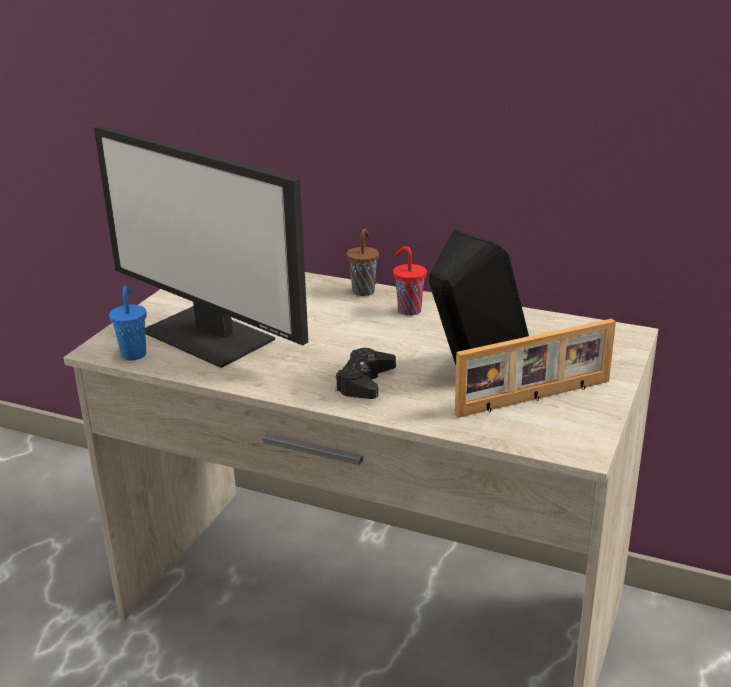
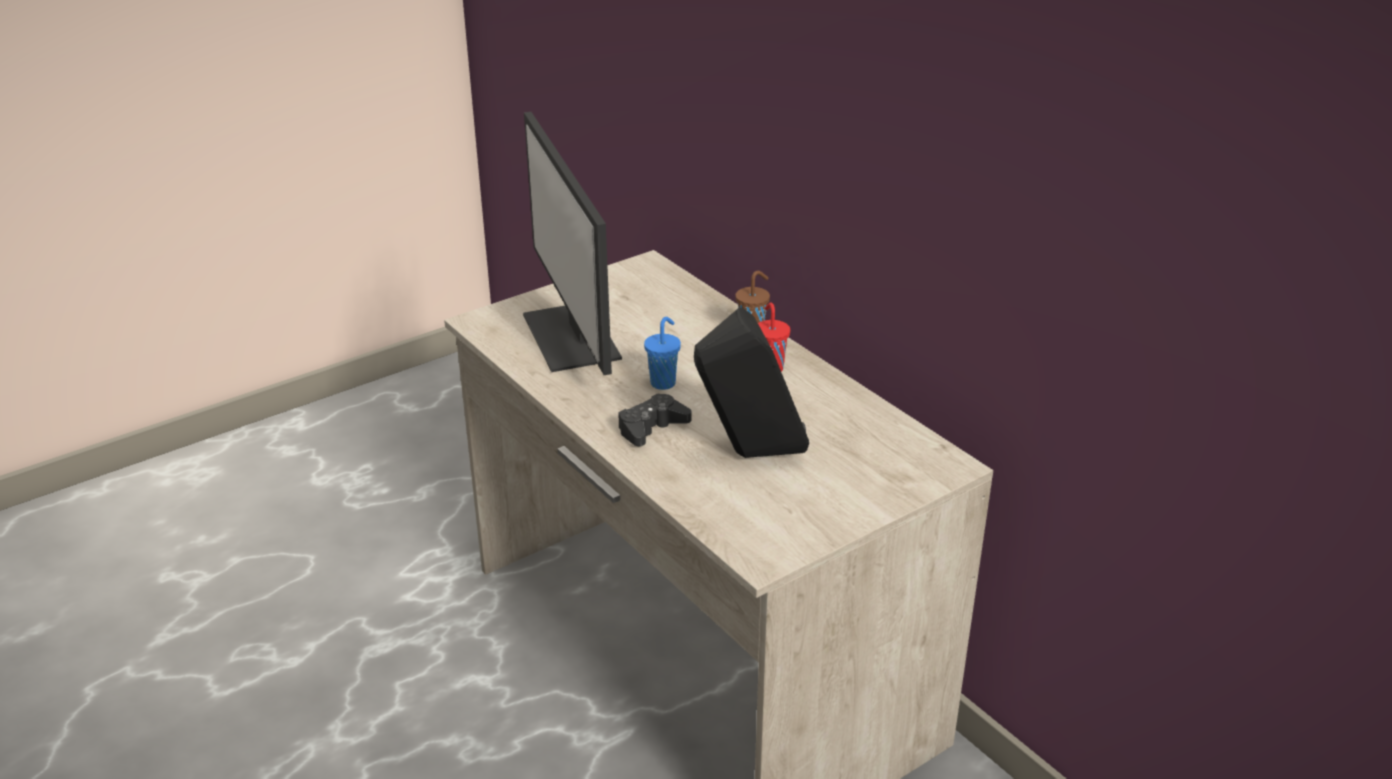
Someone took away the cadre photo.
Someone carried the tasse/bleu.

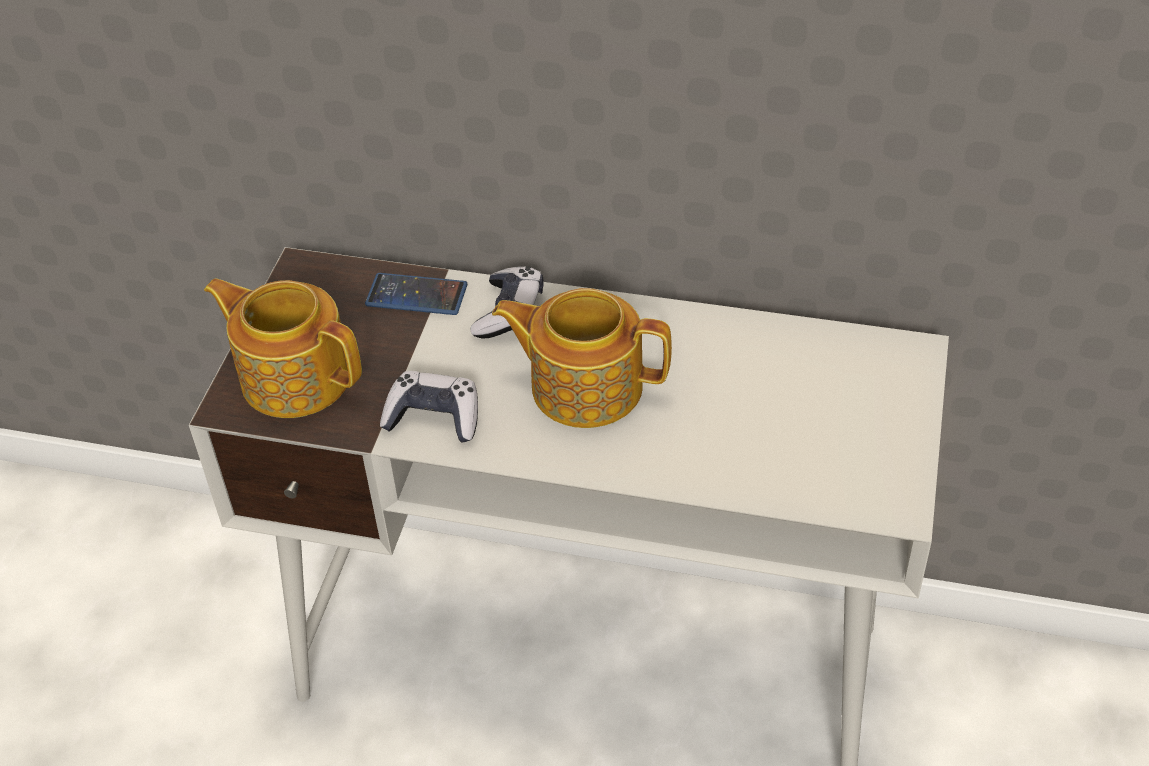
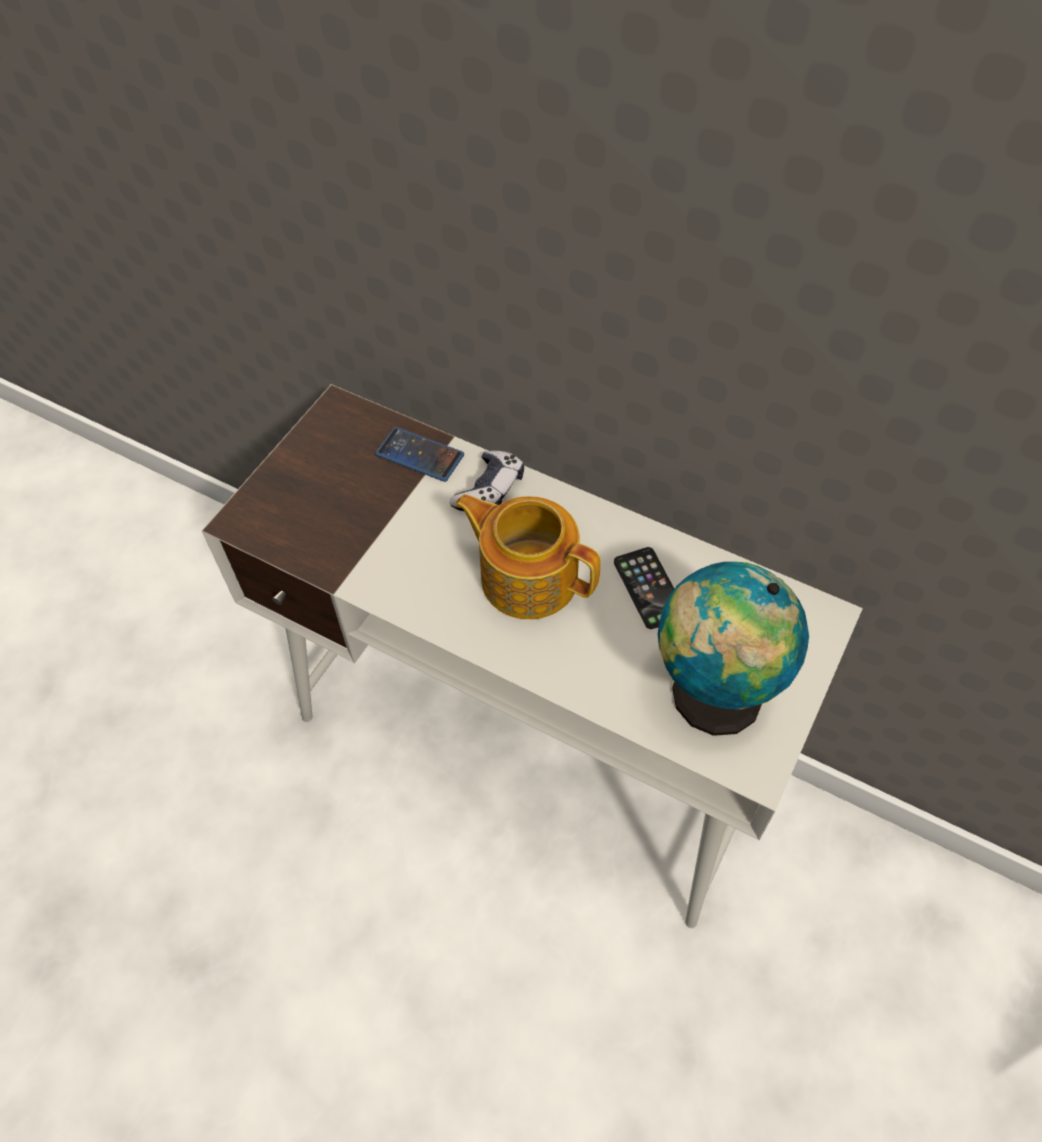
Someone took away the théière (1st from left).
Someone took away the manette (1st from left).
Someone put down the téléphone (2nd from left).
Someone put down the globe.

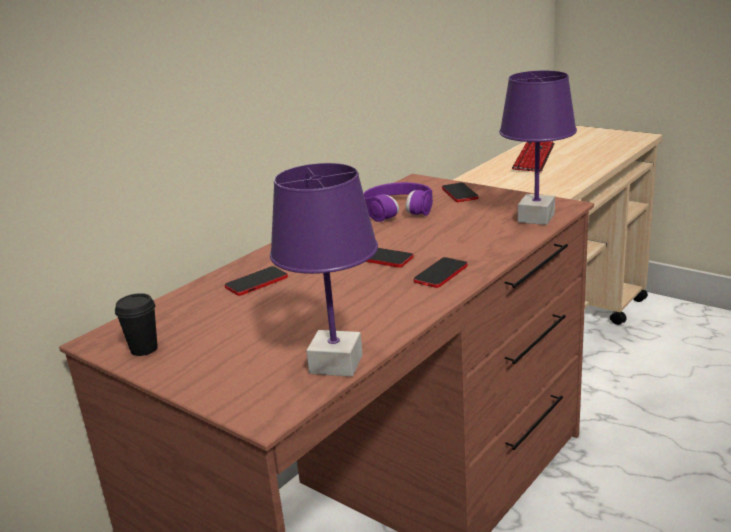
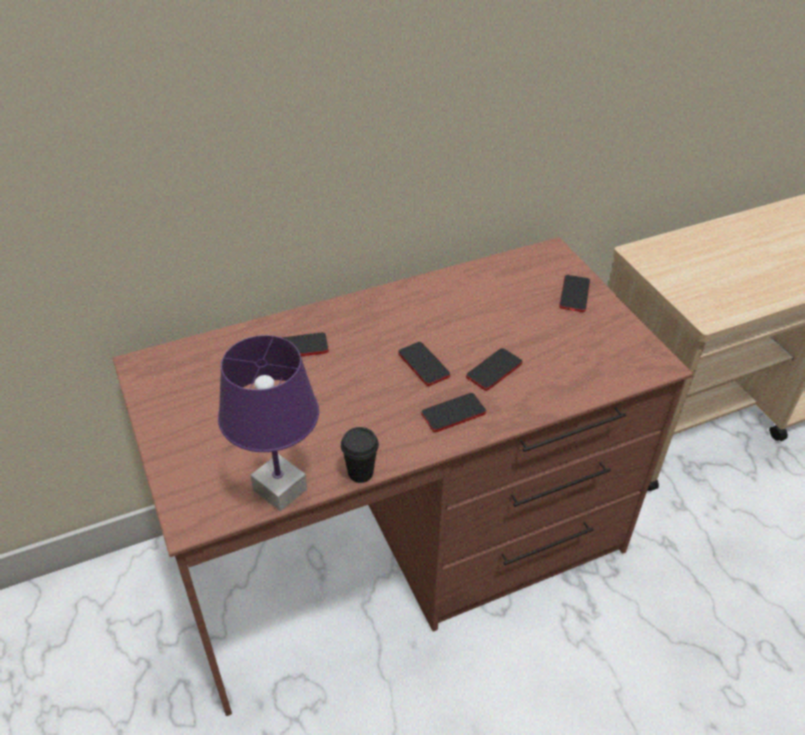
Someone took away the casque audio/violet.
Someone took away the lampe de table/violet (2nd from left).
Someone took away the clavier.
Someone put down the téléphone (4th from left).
Someone carried the tasse/noir.

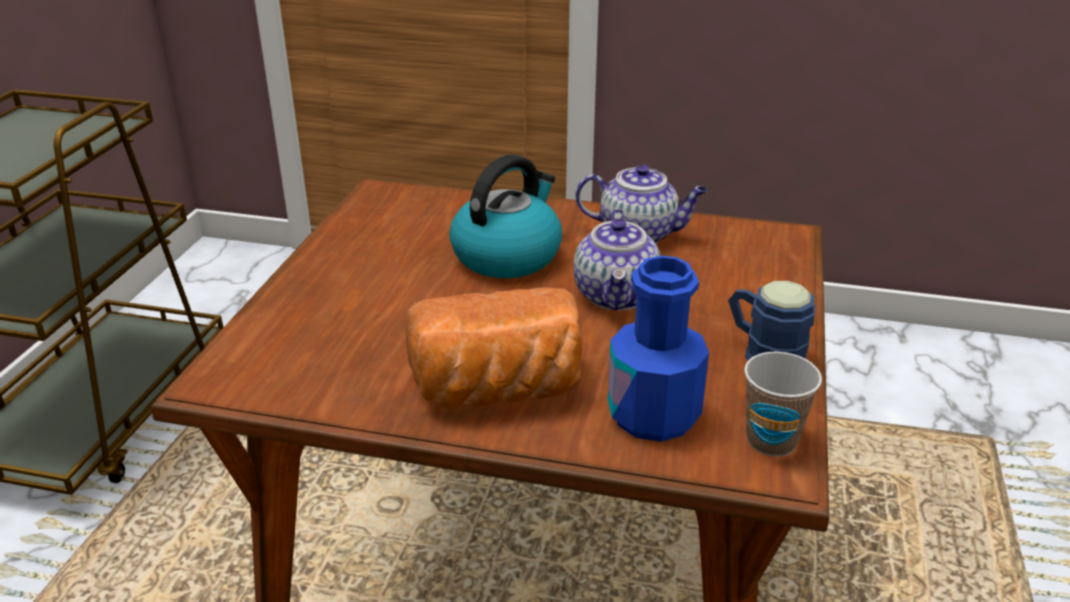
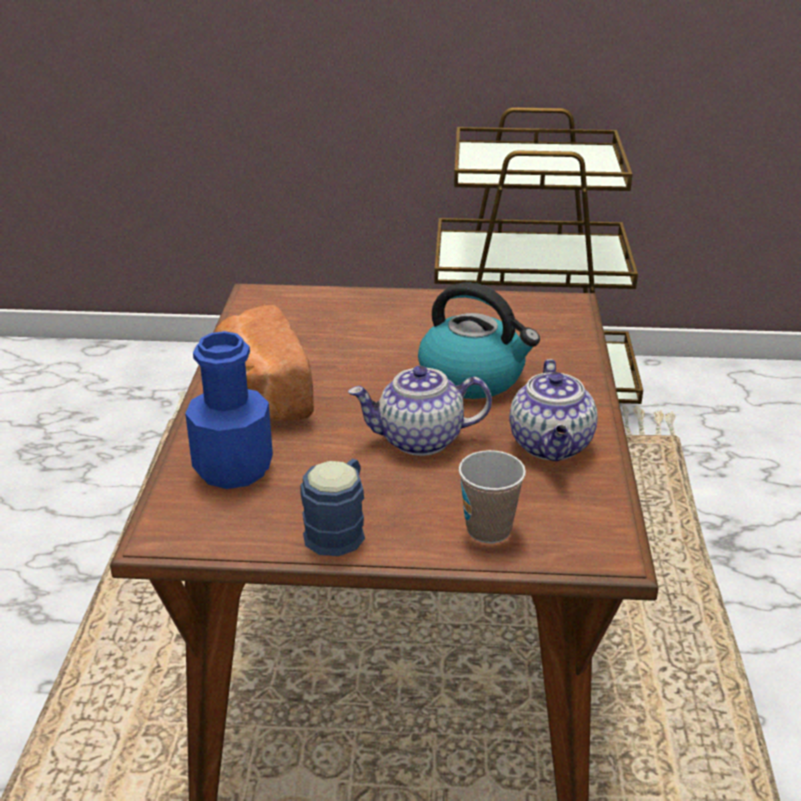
Someone carried the tasse.

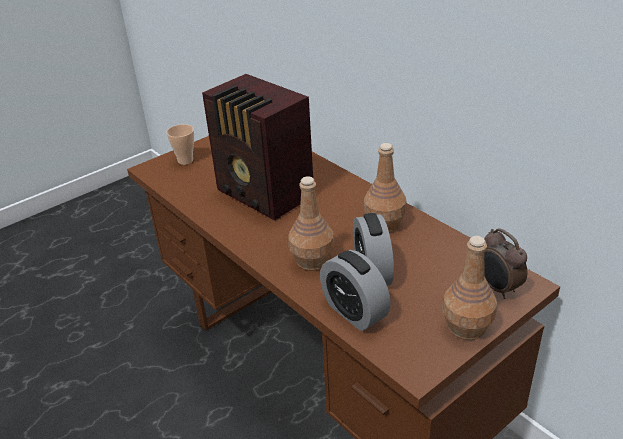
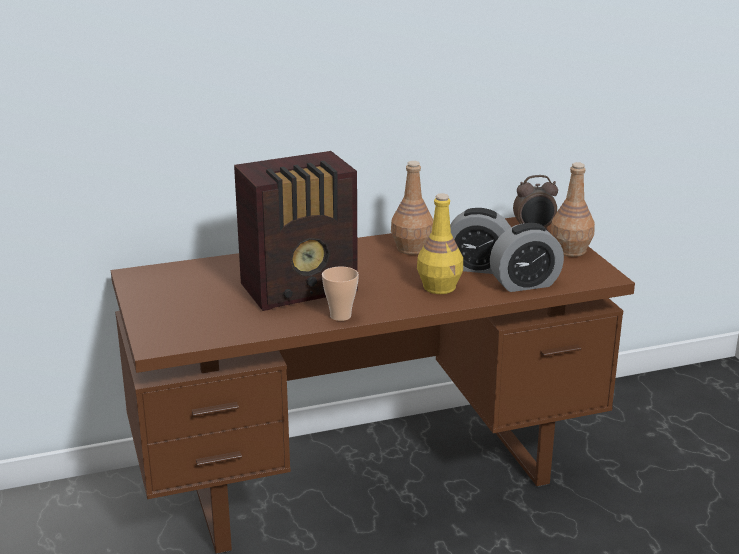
Someone carried the tasse.
Someone repainted the bouteille/marron (1st from left), which became the bouteille/jaune.

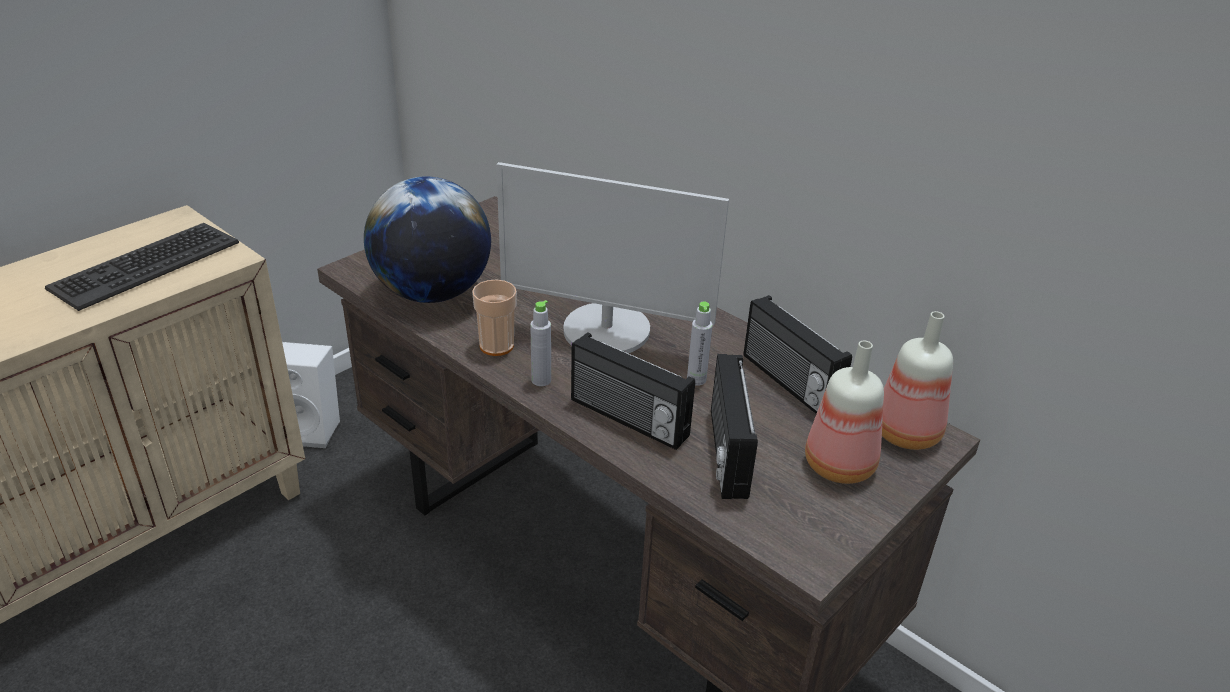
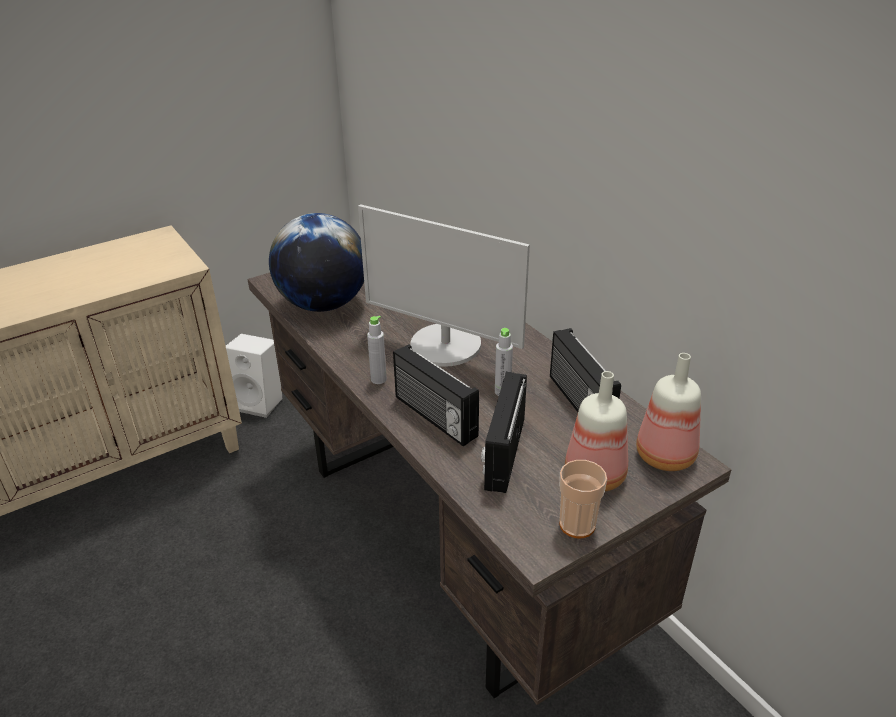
Someone took away the clavier.
Someone carried the tasse.

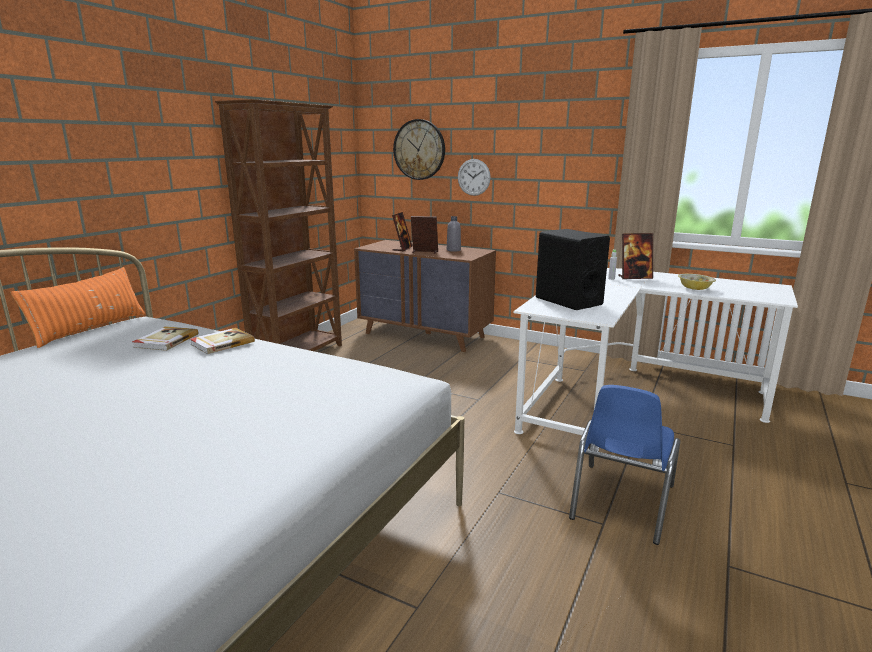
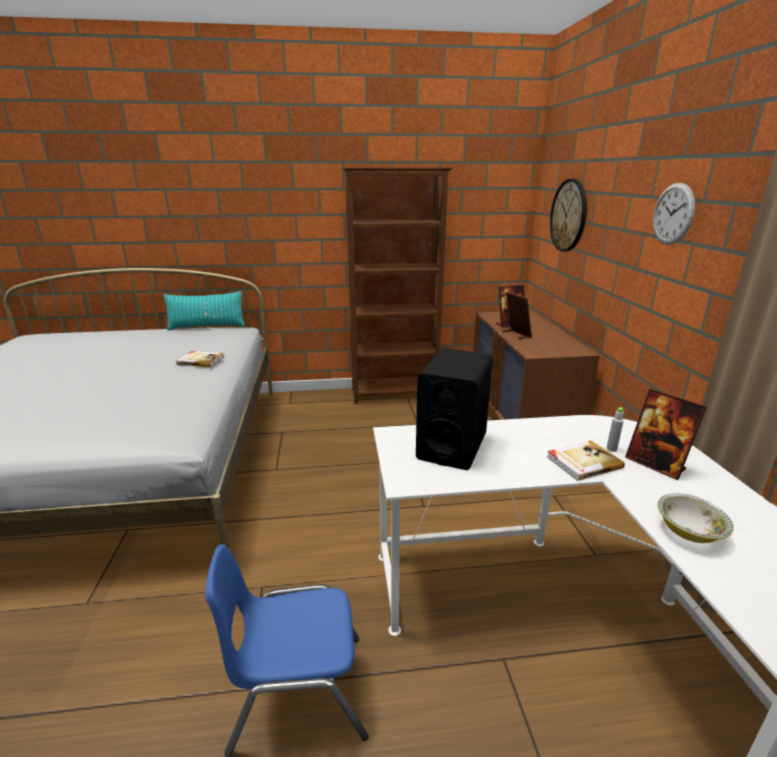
Someone took away the bouteille/gris (1st from left).
Someone carried the livre (1st from left in the first image).
Someone carried the horloge murale (2nd from left).
Someone repainted the coussin/orange, which became the coussin/turquoise.

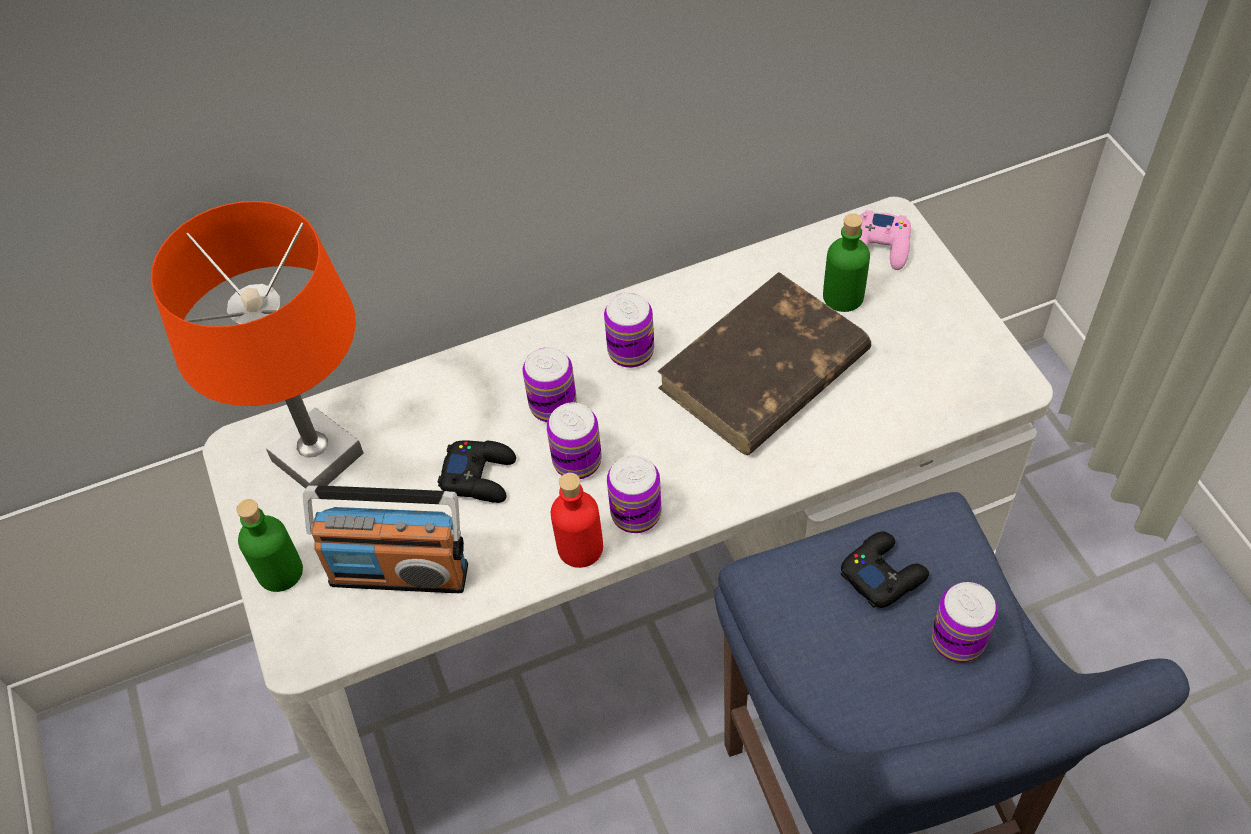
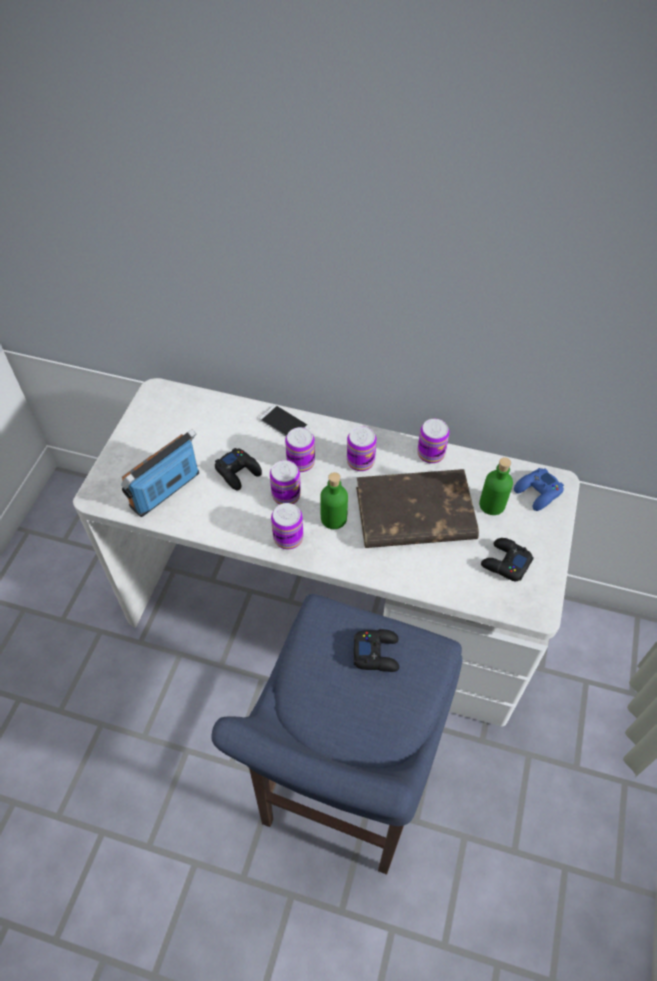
Someone took away the lampe de table/orange.
Someone took away the bouteille/rouge.
Someone put down the téléphone.
Someone put down the manette/noir (3rd from left).
Someone carried the bouteille/vert (1st from left).
Someone carried the boîte métallique (5th from left).
Someone repainted the manette/rose, which became the manette/bleu.
Someone rotated the radio by 90 degrees clockwise.

